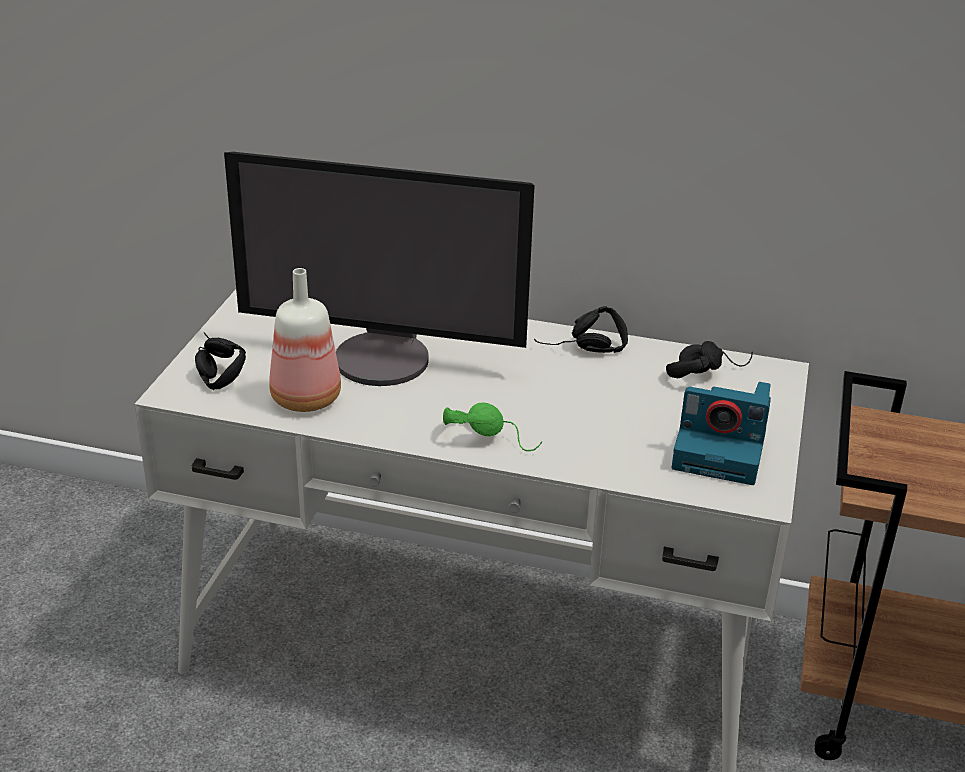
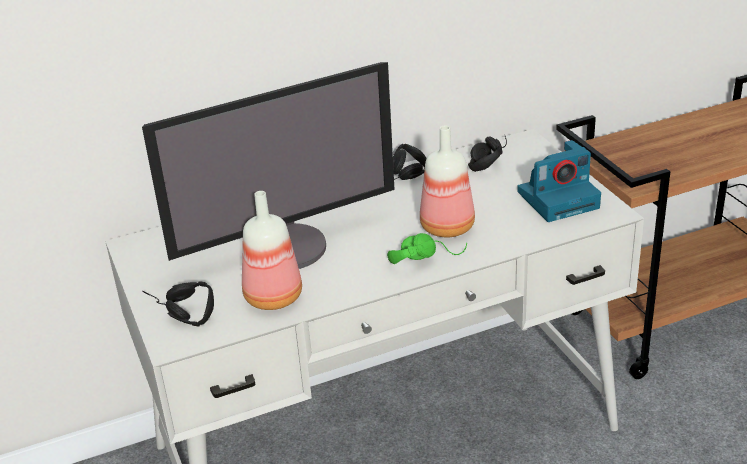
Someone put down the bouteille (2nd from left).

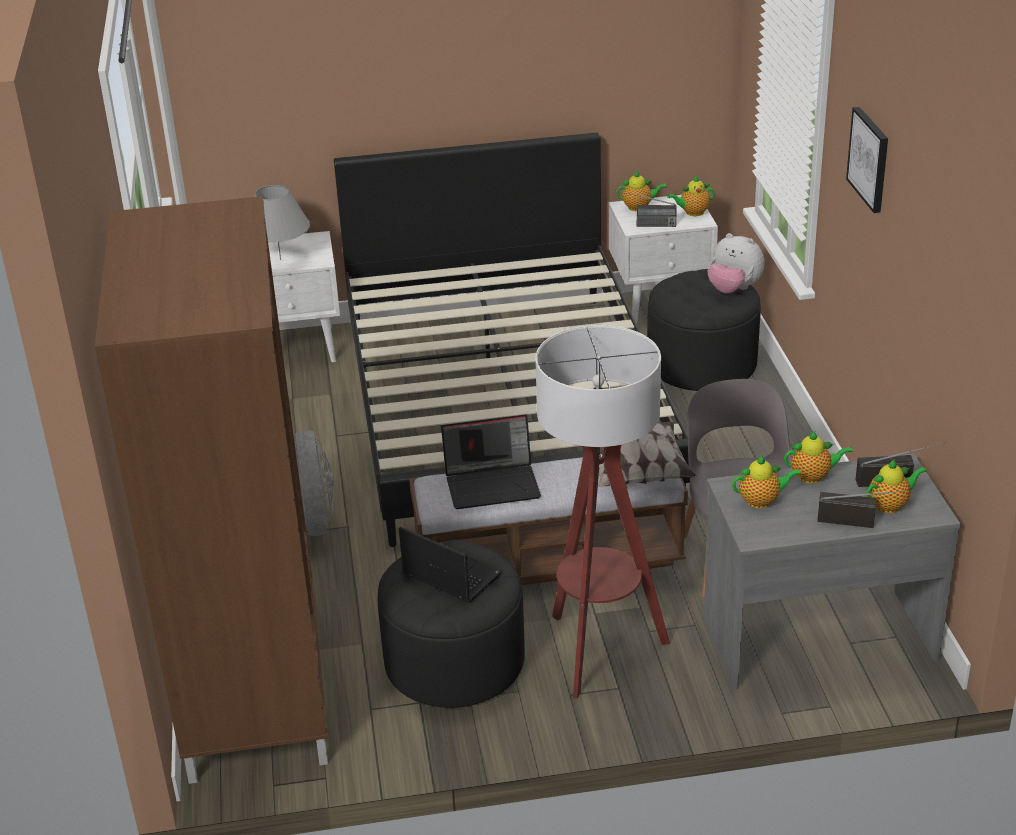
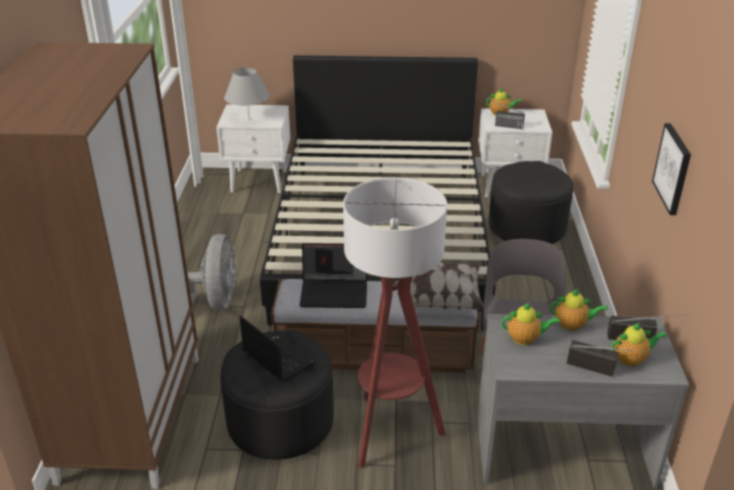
Someone took away the théière (2nd from left).
Someone took away the peluche.
Someone carried the tableau.

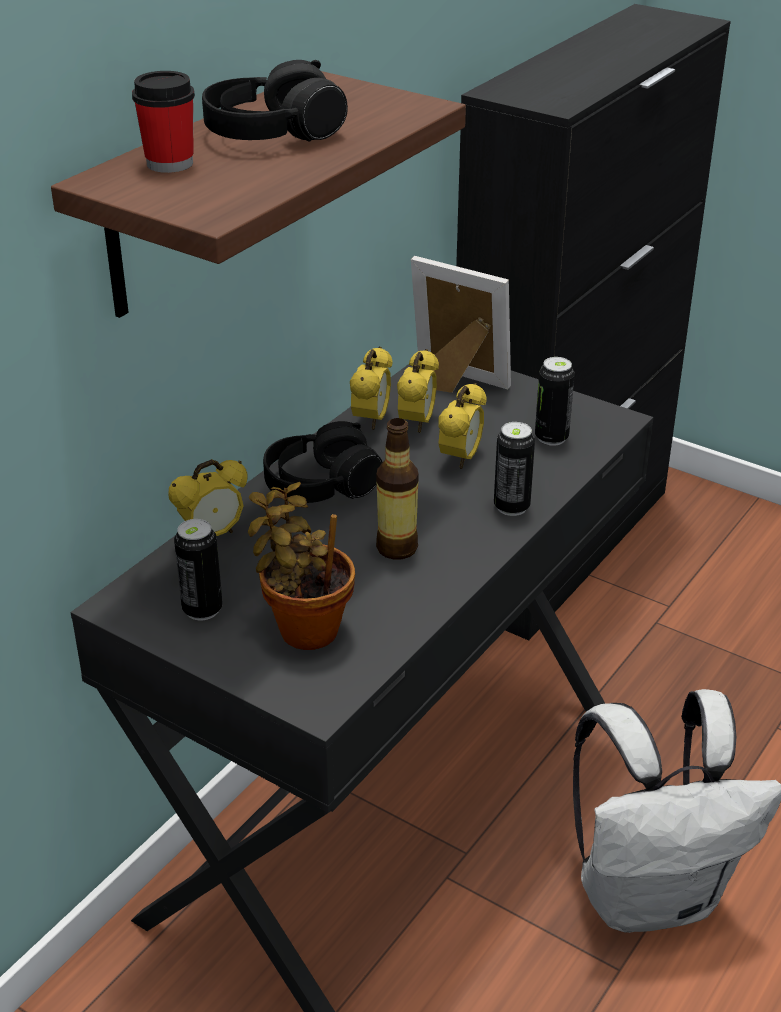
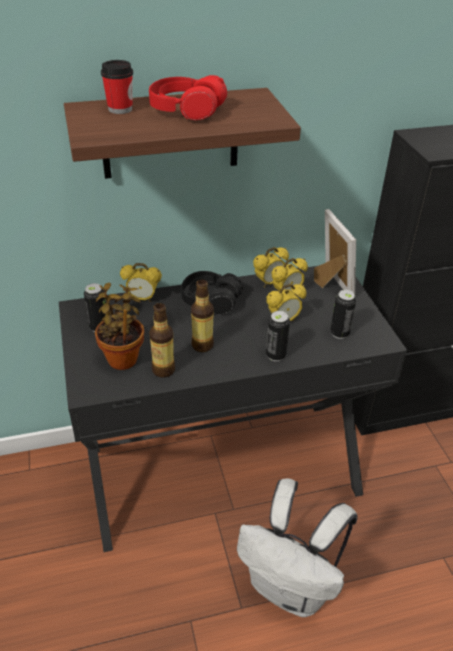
Someone put down the bouteille (1st from left).
Someone repainted the casque audio/noir (1st from left), which became the casque audio/rouge.

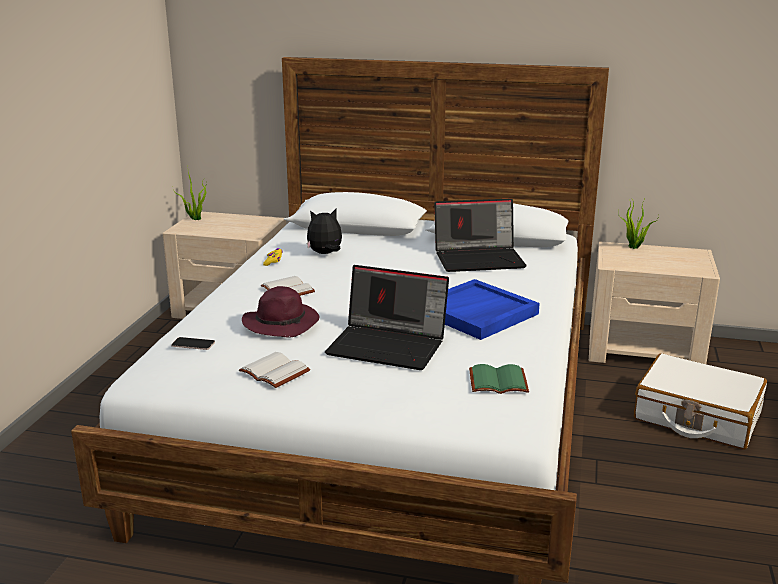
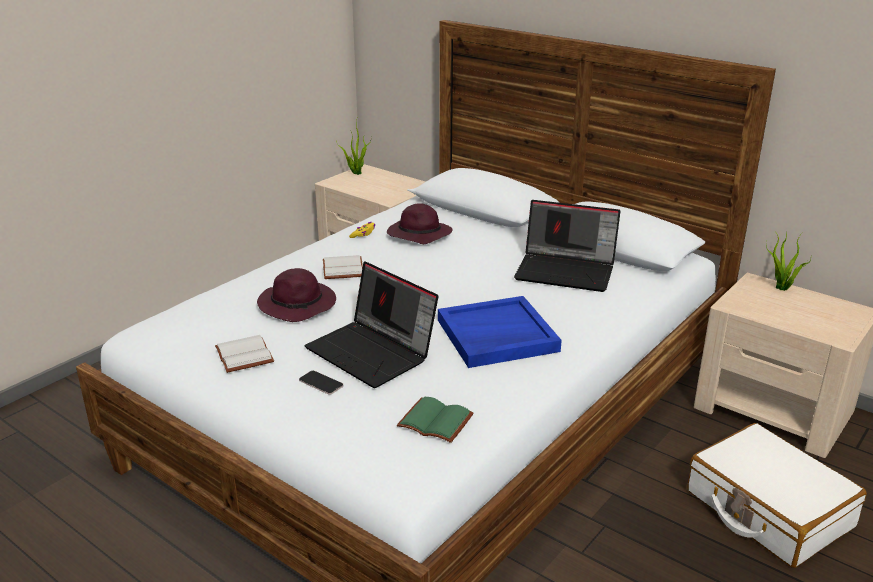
Someone carried the téléphone.
Someone swapped the peluche for the chapeau/violet (2nd from left).

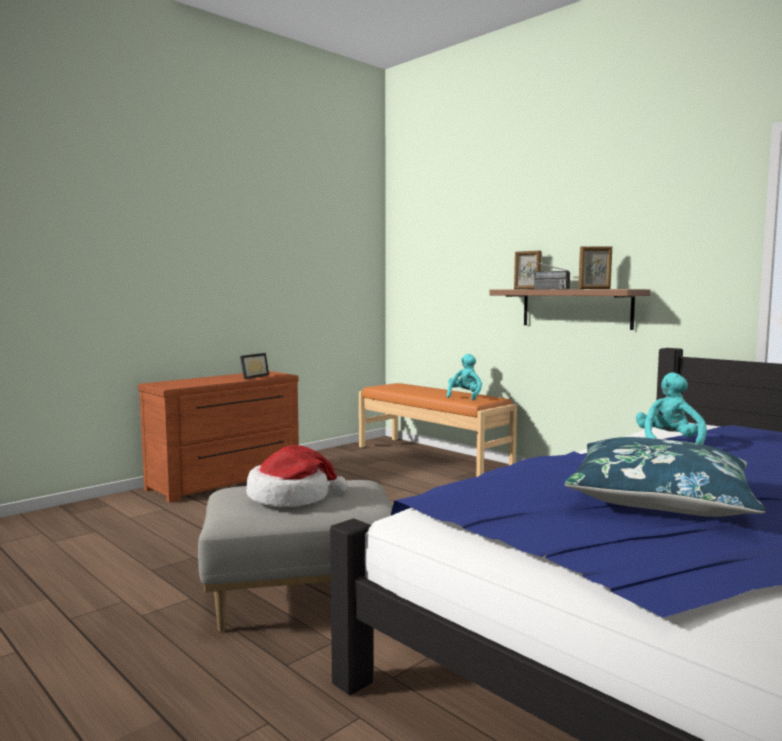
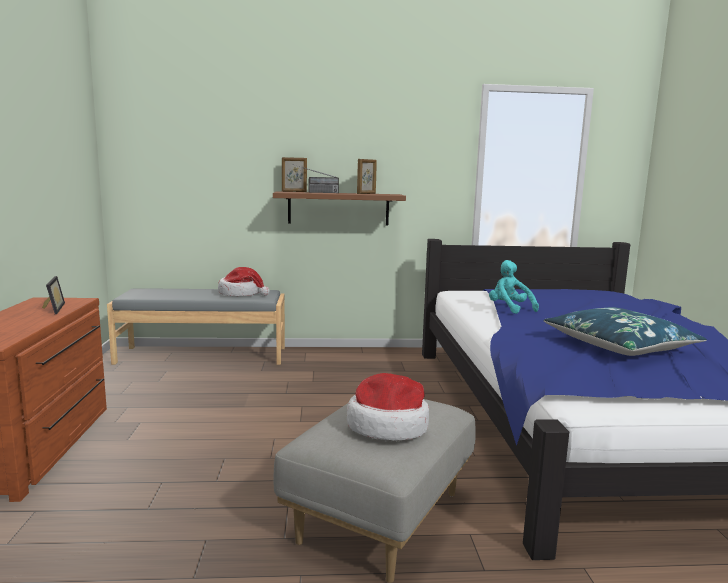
Someone swapped the peluche/turquoise (1st from left) for the chapeau (1st from left).
Someone repainted the banc/orange, which became the banc/gris.

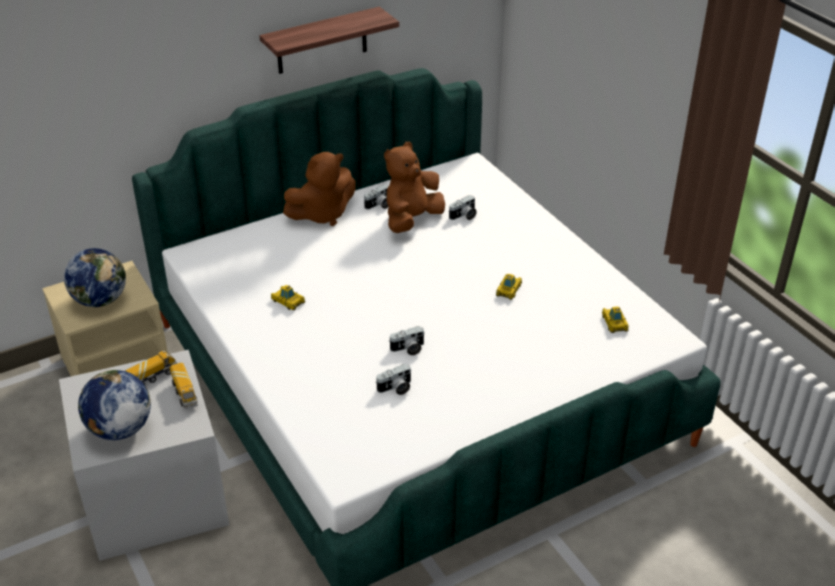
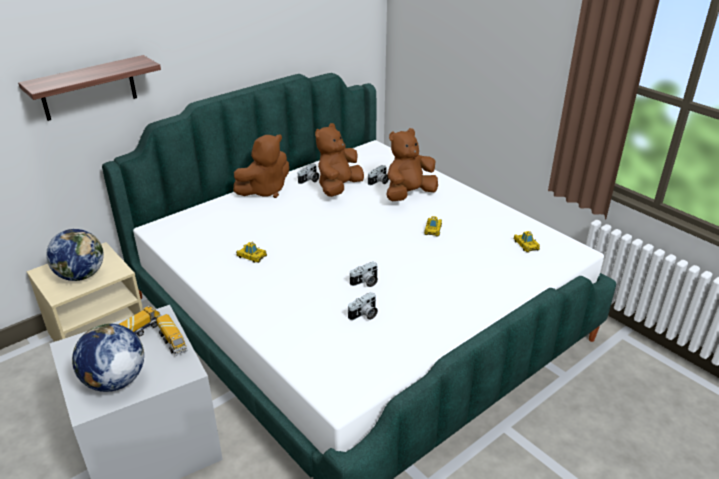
Someone put down the peluche/marron (3rd from left).
Someone carried the étagère.

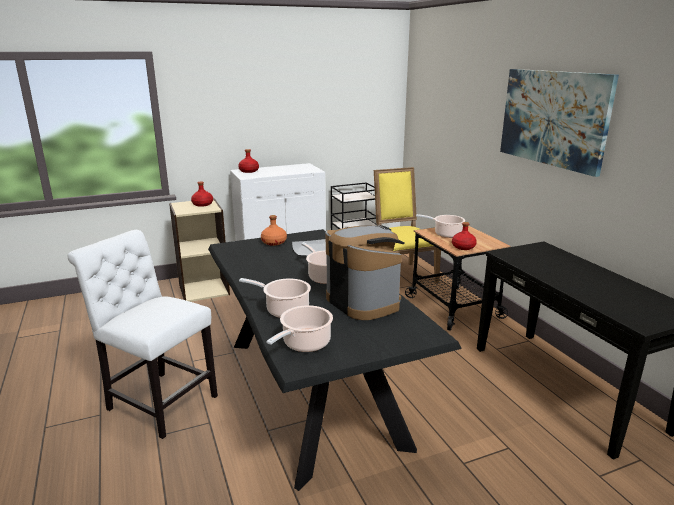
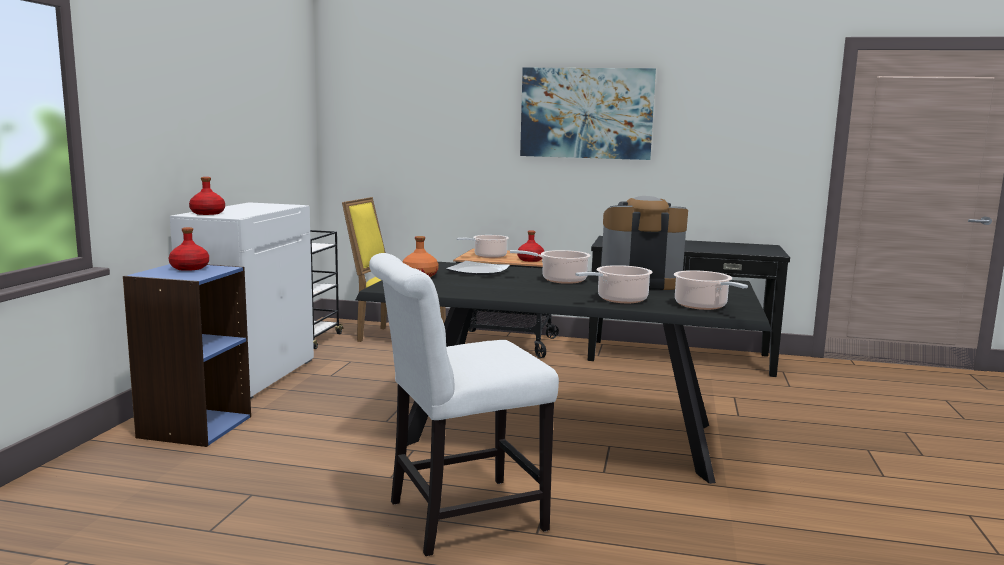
Someone repainted the bibliothèque/beige, which became the bibliothèque/bleu.

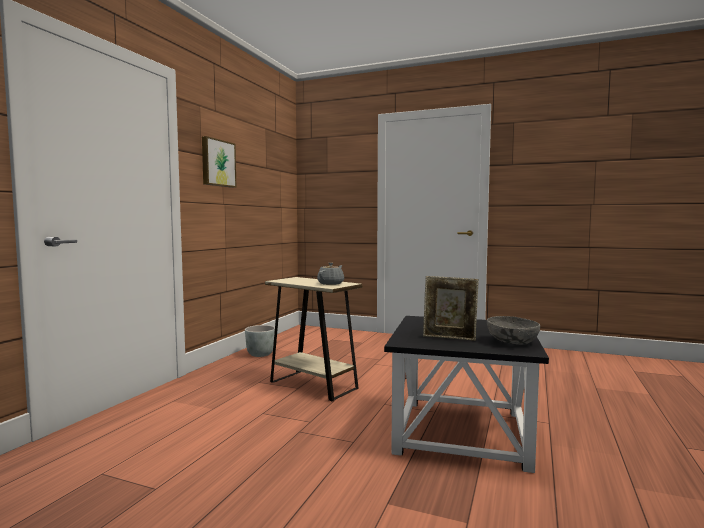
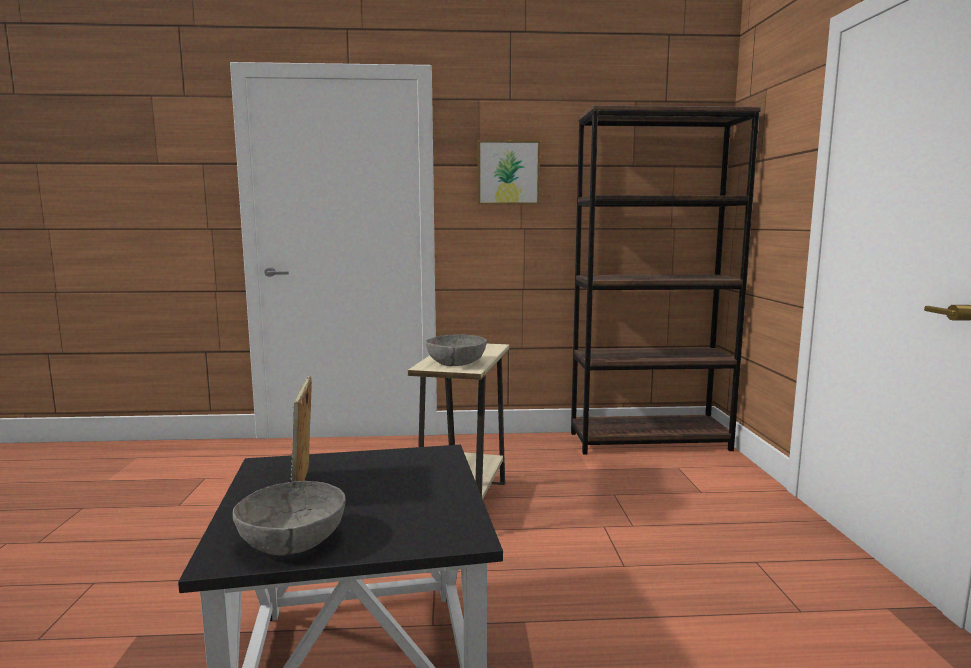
Someone took away the cache-pot/gris.
Someone put down the bibliothèque/marron.
Someone swapped the théière/gris for the bol/gris (2nd from left).

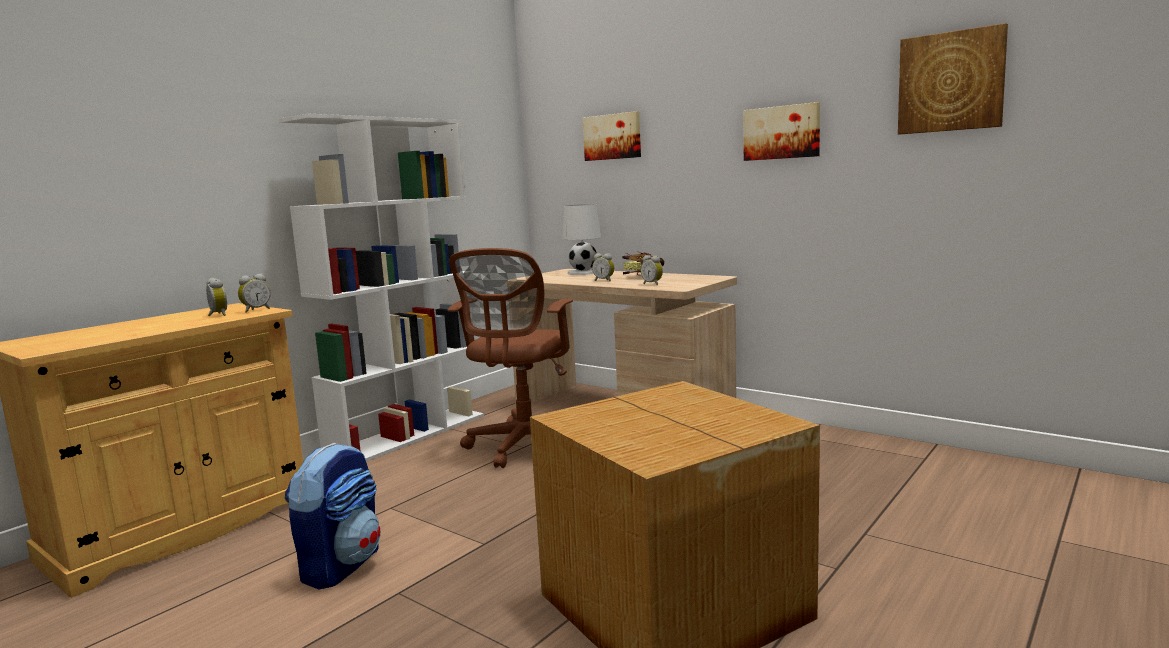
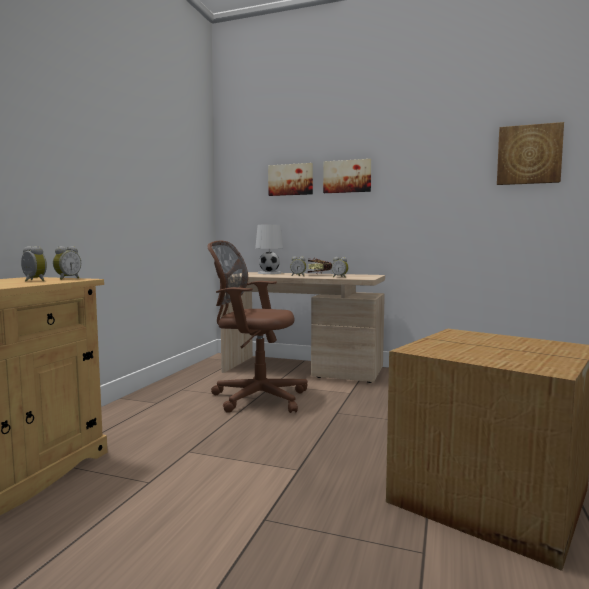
Someone took away the bibliothèque/blanc.
Someone took away the sac à dos.
Someone carried the tableau (2nd from left).
Someone rotated the chaise de bureau/marron by 105 degrees clockwise.

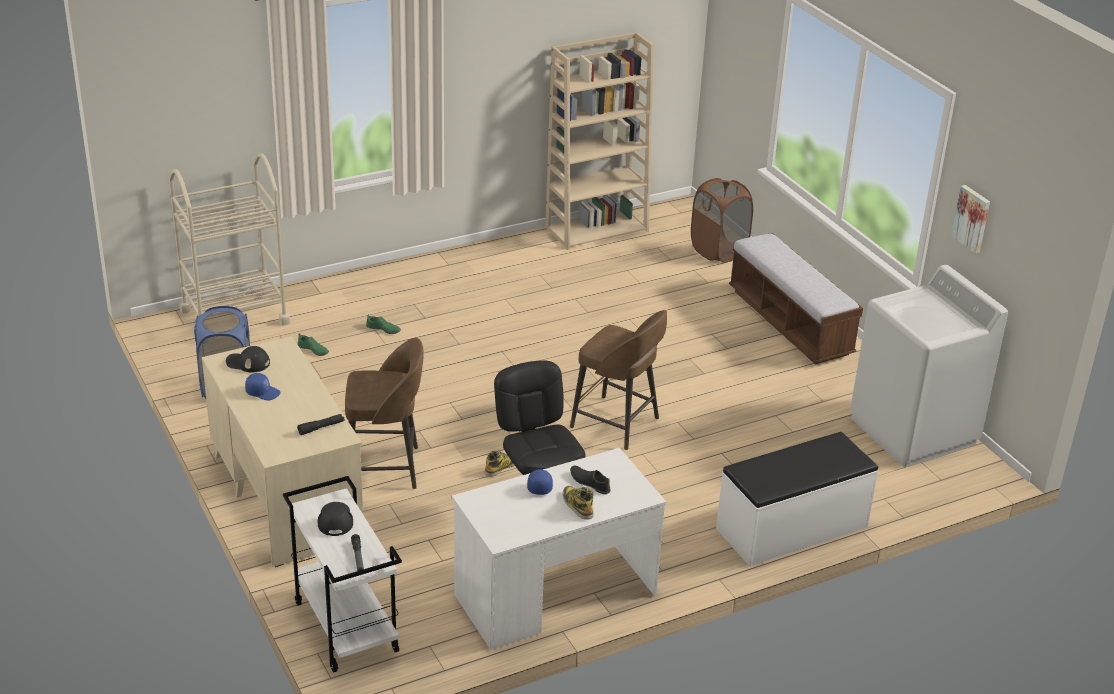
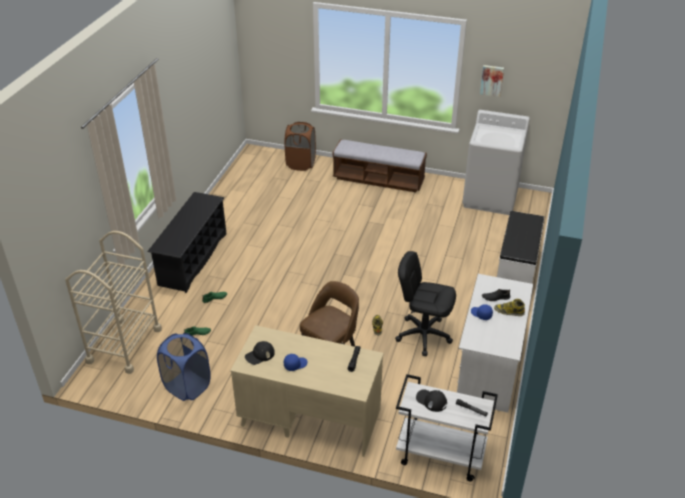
Someone took away the bibliothèque/beige.
Someone took away the tabouret/marron (2nd from left).
Someone put down the étagère à chaussures/noir.

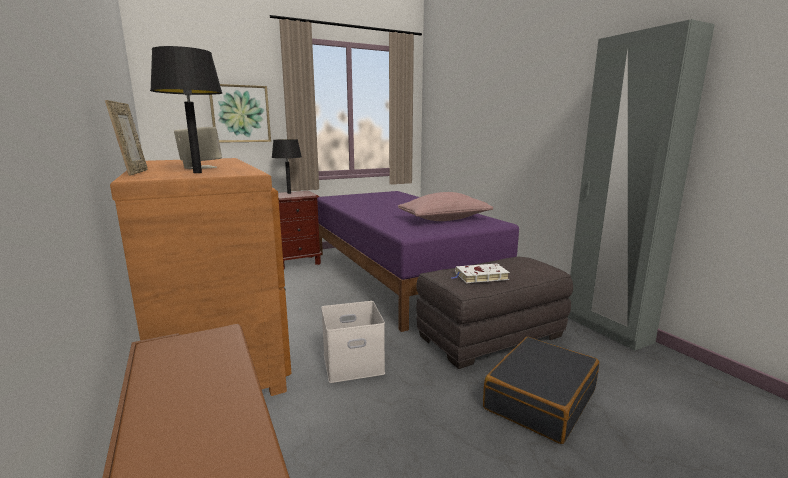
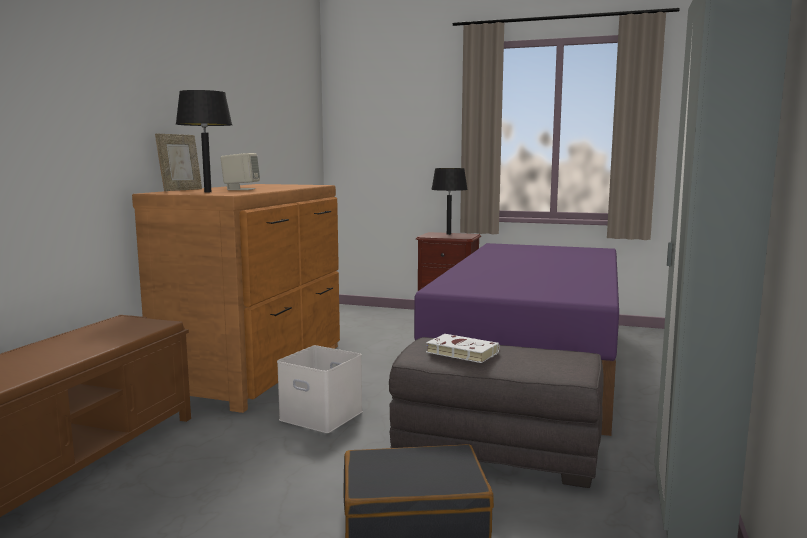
Someone took away the tableau.
Someone took away the coussin/rose.

